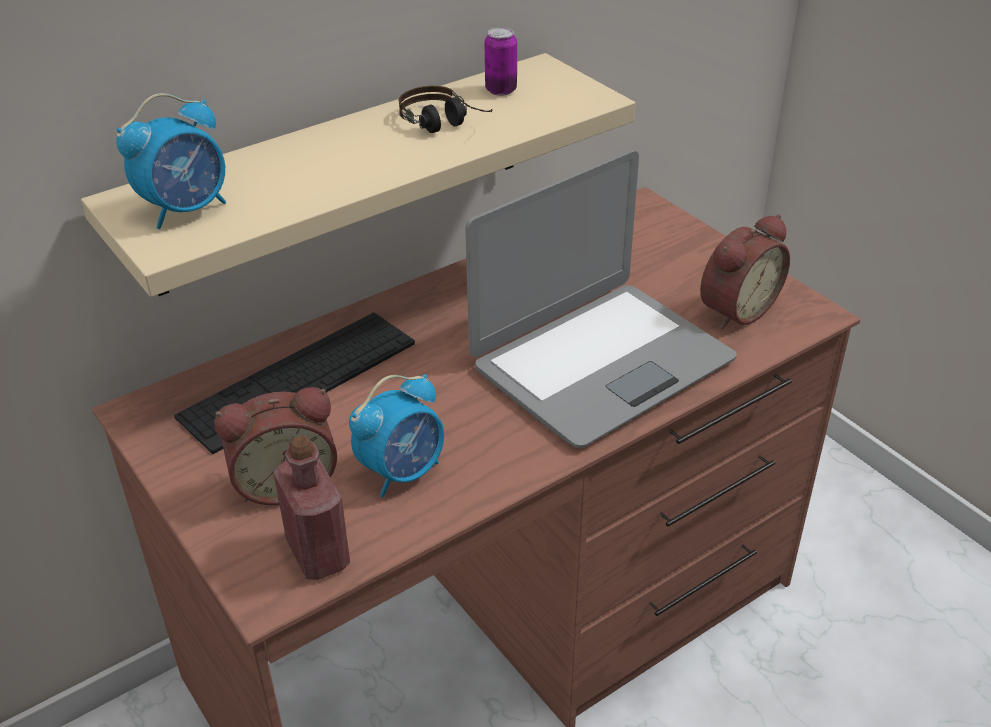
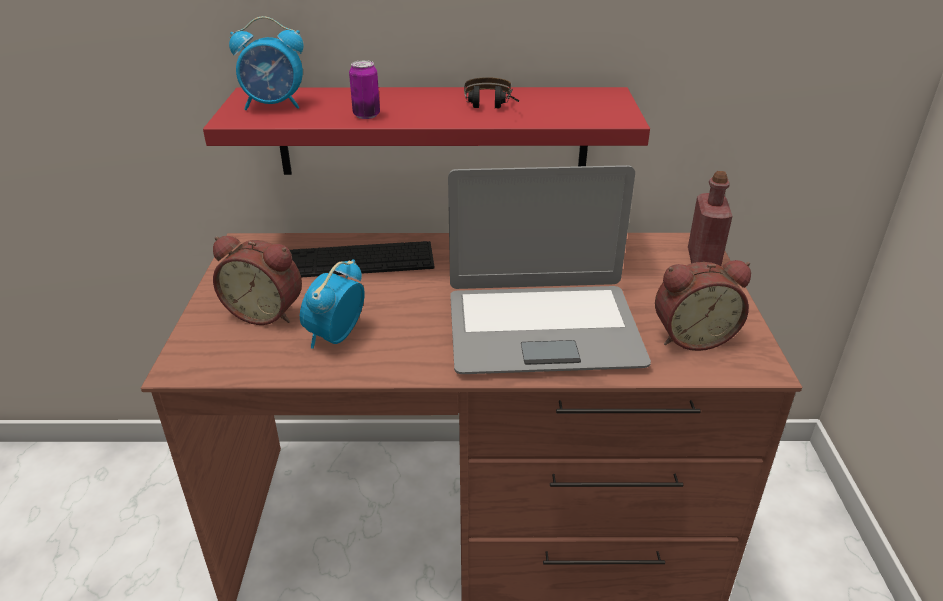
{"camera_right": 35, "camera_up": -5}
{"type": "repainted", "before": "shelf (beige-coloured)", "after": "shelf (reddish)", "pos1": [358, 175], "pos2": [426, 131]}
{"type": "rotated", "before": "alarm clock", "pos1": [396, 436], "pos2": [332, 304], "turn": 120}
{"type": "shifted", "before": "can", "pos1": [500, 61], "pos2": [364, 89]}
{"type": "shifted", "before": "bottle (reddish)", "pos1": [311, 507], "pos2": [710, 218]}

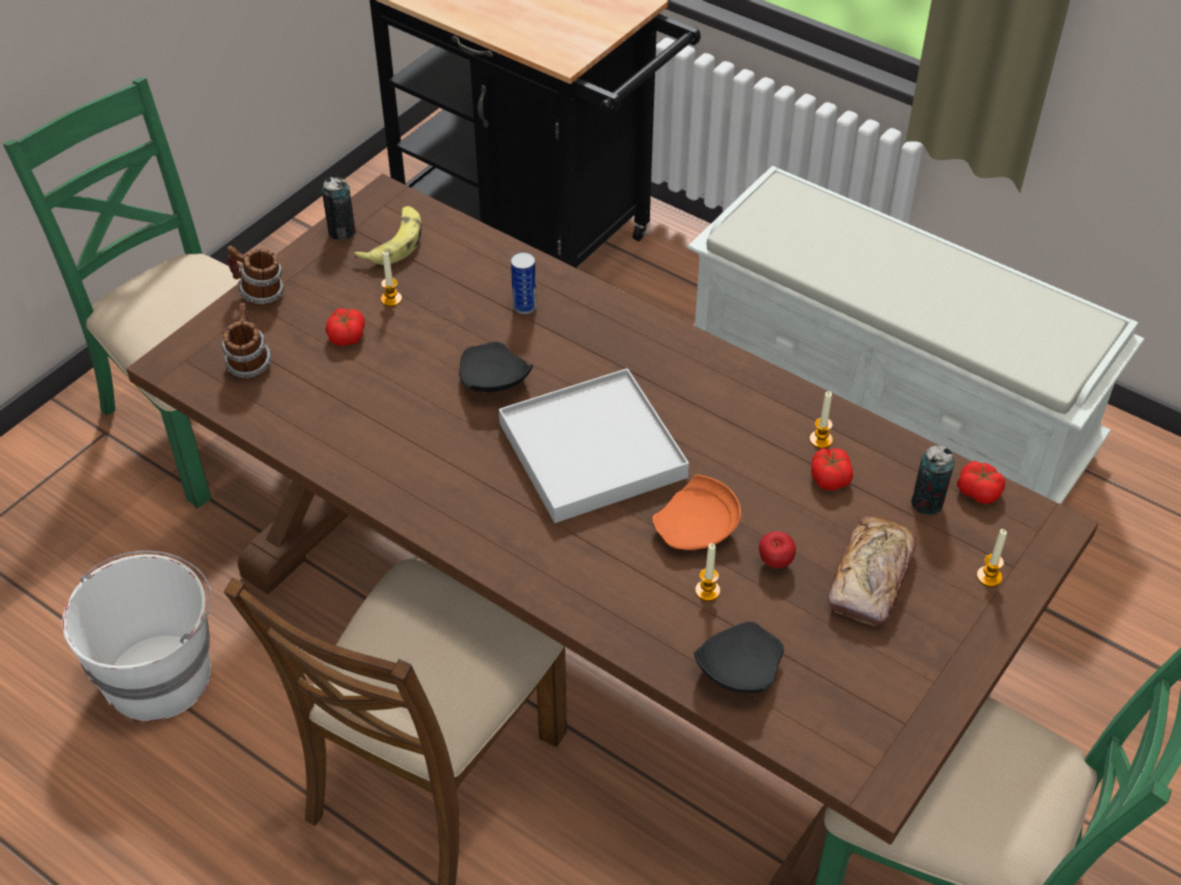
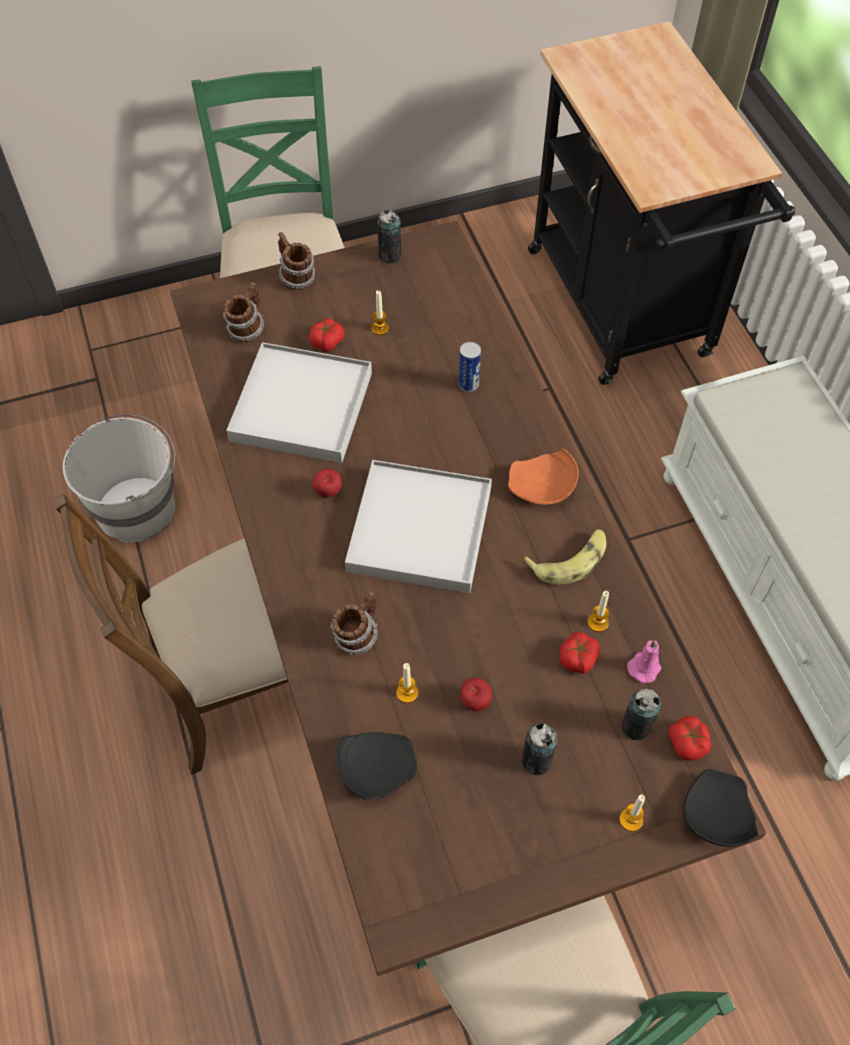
{"camera_right": 35, "camera_up": 10}
{"type": "new", "after": "carrying tray (white-coloured)", "pos2": [299, 402]}
{"type": "new", "after": "apple", "pos2": [327, 483]}
{"type": "new", "after": "tea mug", "pos2": [353, 623]}
{"type": "shifted", "before": "plate (orange)", "pos1": [696, 512], "pos2": [543, 477]}
{"type": "swapped", "before": "bakery bread", "after": "can", "pos1": [872, 571], "pos2": [539, 749]}
{"type": "shifted", "before": "banana", "pos1": [388, 235], "pos2": [565, 557]}
{"type": "new", "after": "wax candle (pink)", "pos2": [644, 661]}
{"type": "shifted", "before": "plate (blackish)", "pos1": [496, 367], "pos2": [721, 808]}

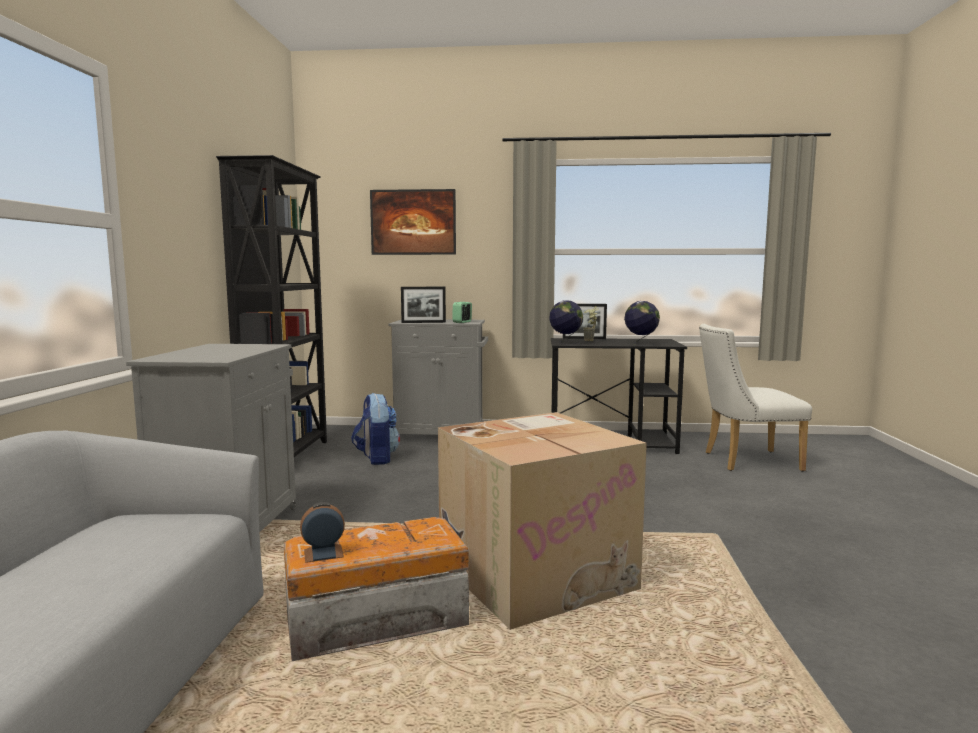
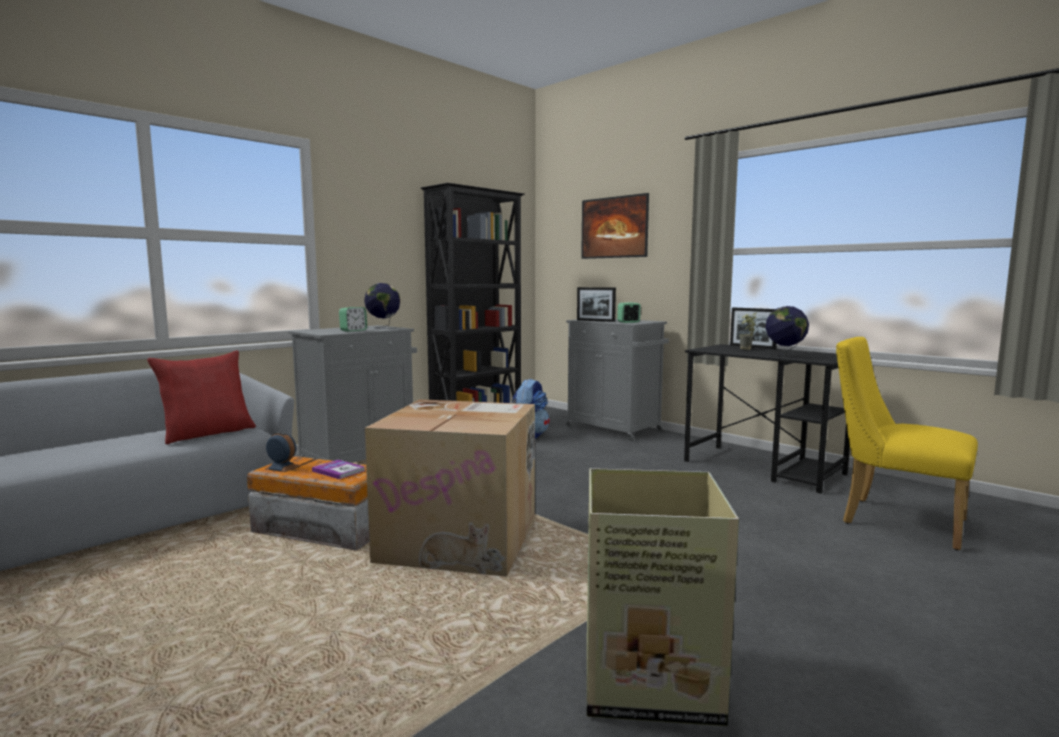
{"camera_right": 40, "camera_up": 0}
{"type": "new", "after": "pillow (reddish)", "pos2": [201, 397]}
{"type": "new", "after": "bound book", "pos2": [338, 469]}
{"type": "new", "after": "alarm clock", "pos2": [353, 319]}
{"type": "shifted", "before": "world globe", "pos1": [566, 322], "pos2": [382, 306]}
{"type": "new", "after": "carton", "pos2": [663, 597]}
{"type": "repainted", "before": "chair (white-coloured)", "after": "chair (yellow)", "pos1": [755, 397], "pos2": [907, 443]}

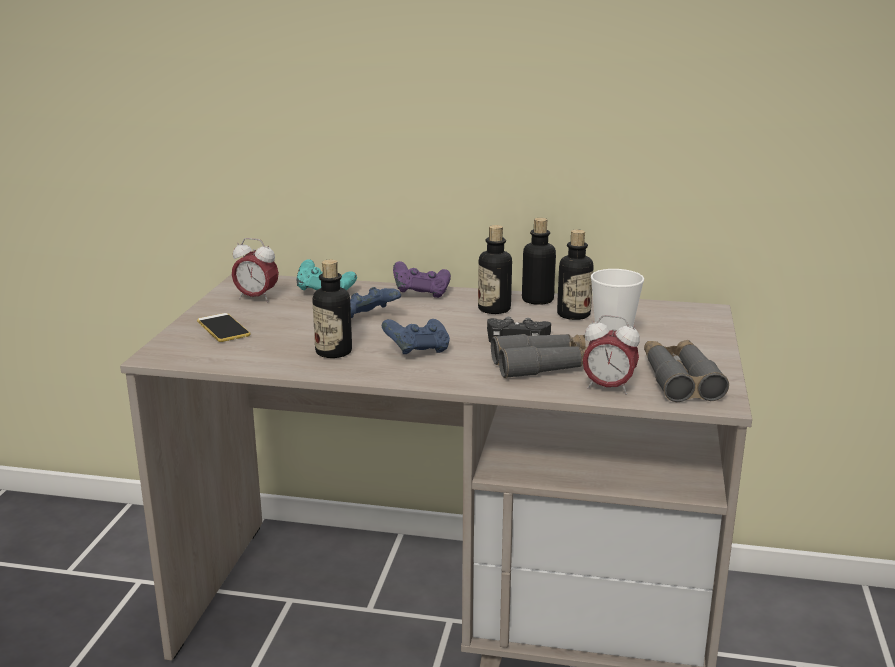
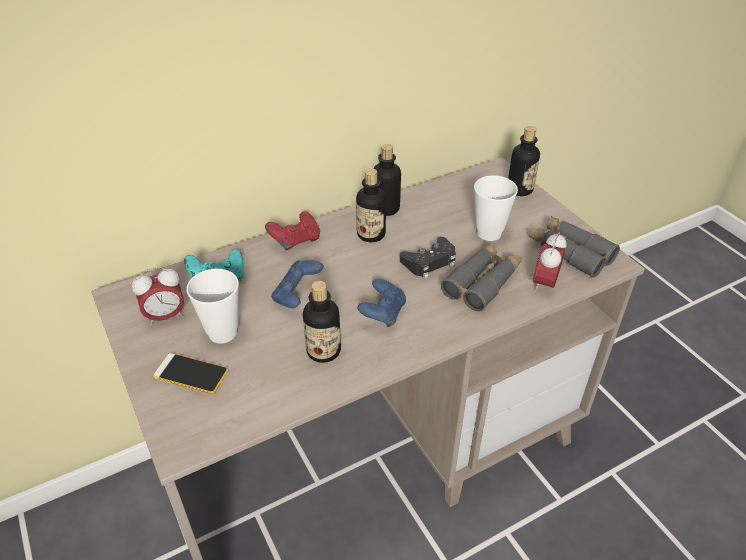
{"camera_right": -40, "camera_up": 20}
{"type": "new", "after": "small cup", "pos2": [213, 306]}
{"type": "repainted", "before": "game controller (purple-coloured)", "after": "game controller (reddish)", "pos1": [422, 279], "pos2": [292, 230]}
{"type": "shifted", "before": "bottle", "pos1": [575, 275], "pos2": [524, 161]}
{"type": "rotated", "before": "alarm clock", "pos1": [611, 355], "pos2": [550, 262], "turn": 135}

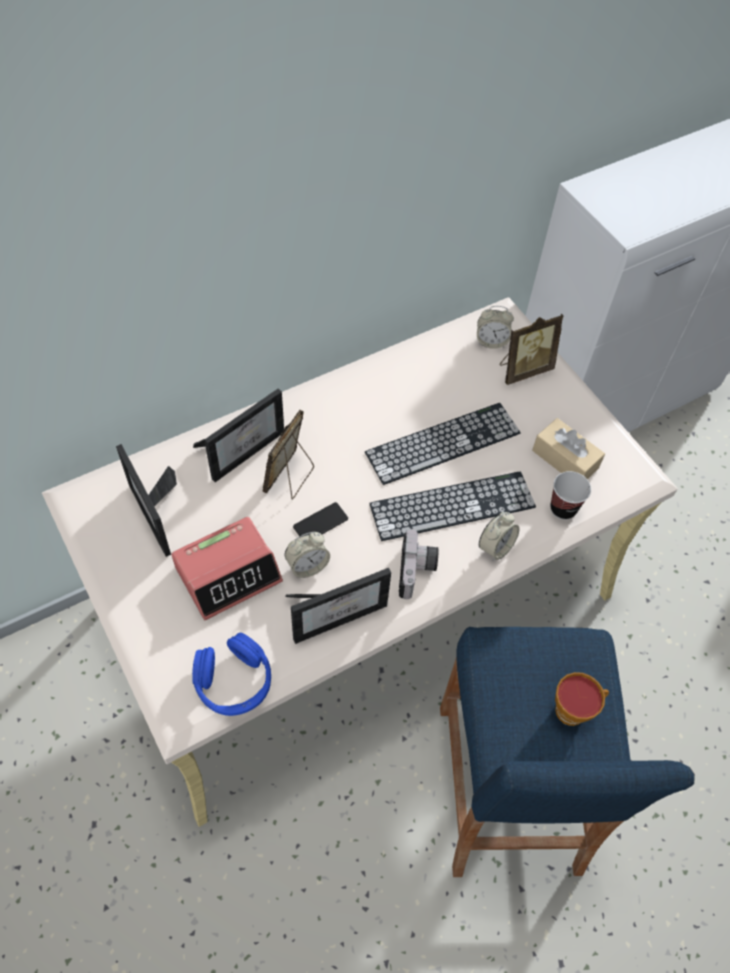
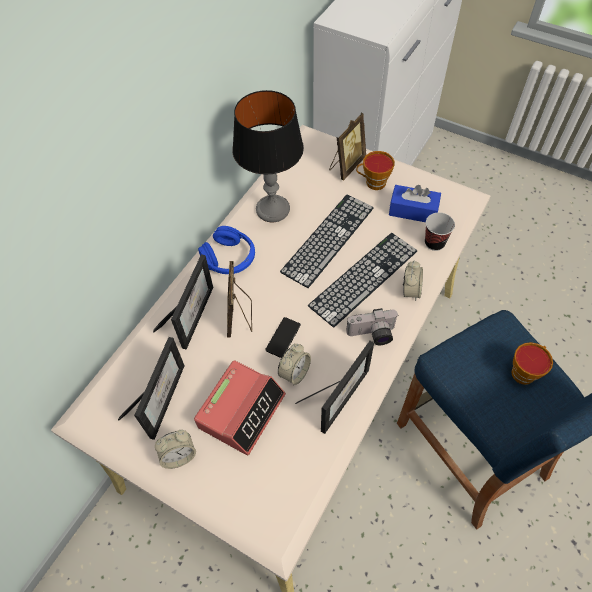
{"camera_right": -25, "camera_up": 0}
{"type": "rotated", "before": "photo frame", "pos1": [146, 500], "pos2": [151, 388], "turn": -105}
{"type": "shifted", "before": "alarm clock", "pos1": [495, 327], "pos2": [175, 449]}
{"type": "shifted", "before": "headset (bluish)", "pos1": [231, 674], "pos2": [226, 250]}
{"type": "new", "after": "table lamp", "pos2": [268, 156]}
{"type": "rotated", "before": "still camera", "pos1": [419, 564], "pos2": [372, 326], "turn": 105}
{"type": "new", "after": "small cup", "pos2": [375, 170]}
{"type": "repainted", "before": "box of tissues (beige-coloured)", "after": "box of tissues (bluish)", "pos1": [568, 448], "pos2": [415, 203]}

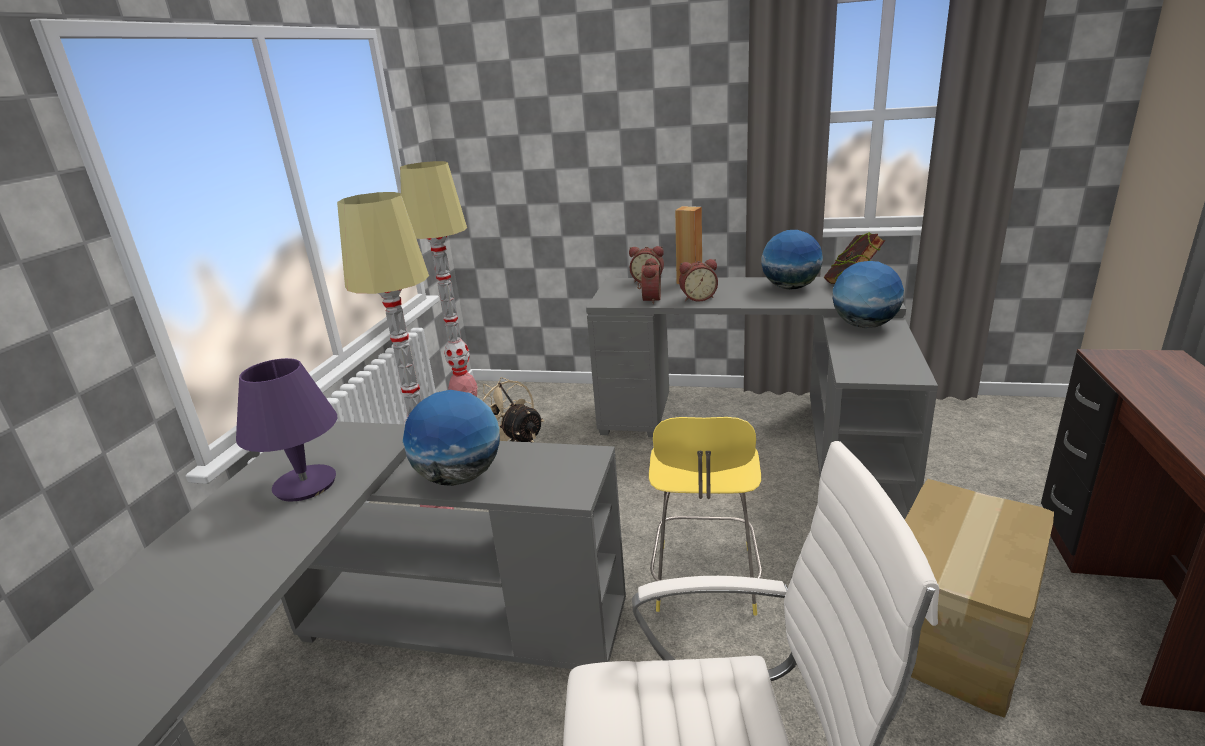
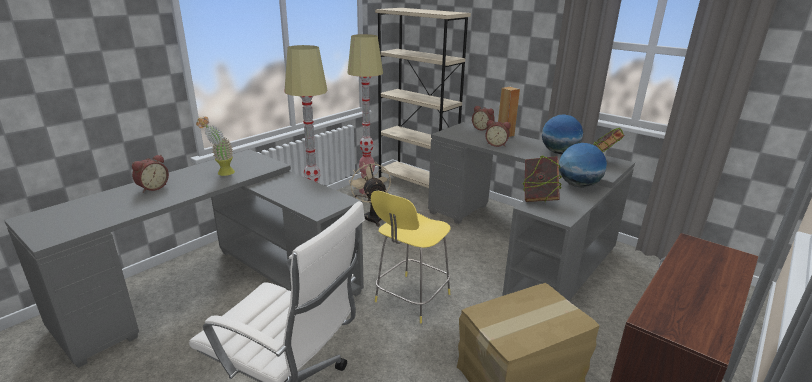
{"camera_right": 25, "camera_up": 0}
{"type": "shifted", "before": "alarm clock", "pos1": [649, 280], "pos2": [150, 174]}
{"type": "swapped", "before": "table lamp (purple-coloured)", "after": "plant in a pot", "pos1": [286, 430], "pos2": [215, 146]}
{"type": "new", "after": "bookcase (beige-coloured)", "pos2": [423, 98]}
{"type": "new", "after": "bound book", "pos2": [542, 179]}
{"type": "gone", "before": "world globe", "pos1": [451, 438]}

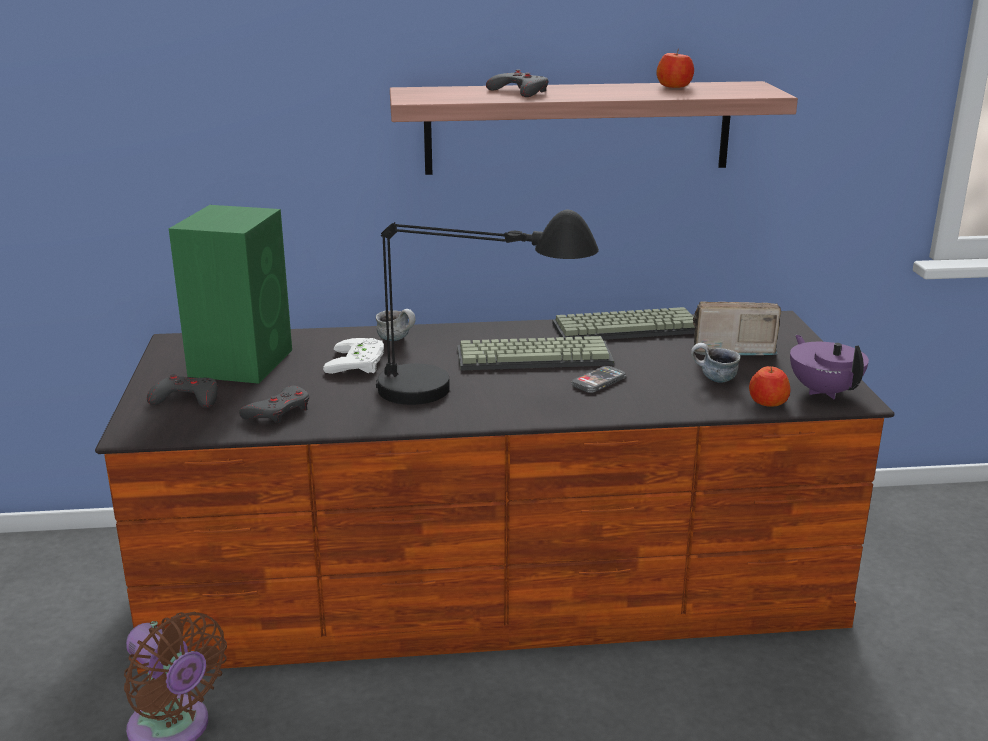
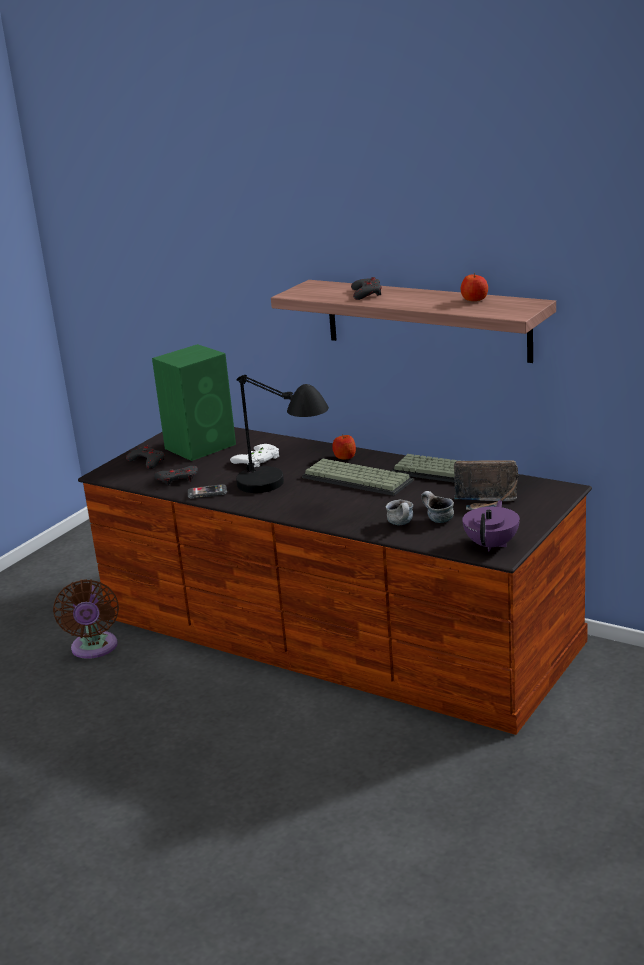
{"camera_right": 40, "camera_up": 0}
{"type": "shifted", "before": "telephone", "pos1": [598, 379], "pos2": [207, 491]}
{"type": "shifted", "before": "apple", "pos1": [769, 386], "pos2": [344, 447]}
{"type": "shifted", "before": "tea mug", "pos1": [396, 325], "pos2": [399, 513]}
{"type": "rotated", "before": "radio set", "pos1": [737, 328], "pos2": [486, 485], "turn": 150}

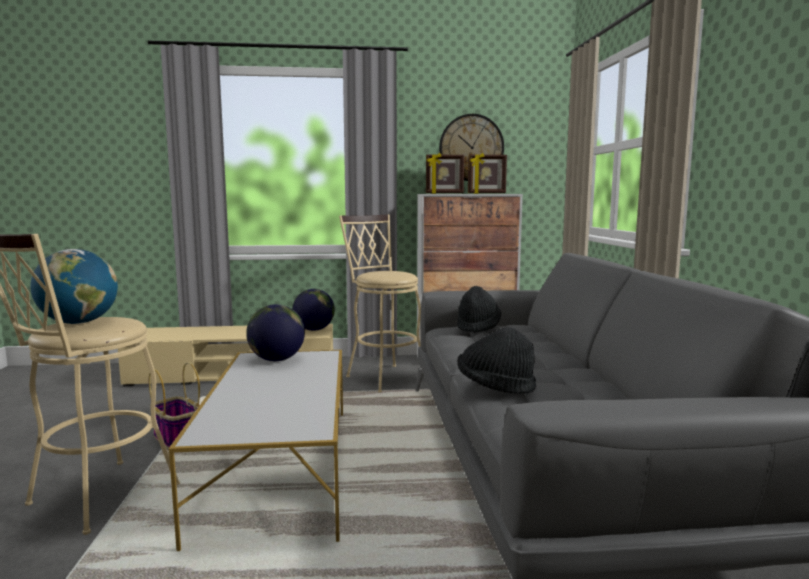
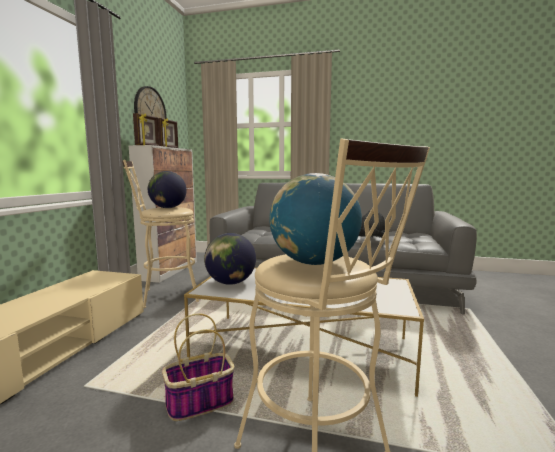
{"camera_right": -70, "camera_up": 0}
{"type": "shifted", "before": "world globe", "pos1": [313, 310], "pos2": [167, 189]}
{"type": "gone", "before": "clothing hat (blackish)", "pos1": [479, 309]}

